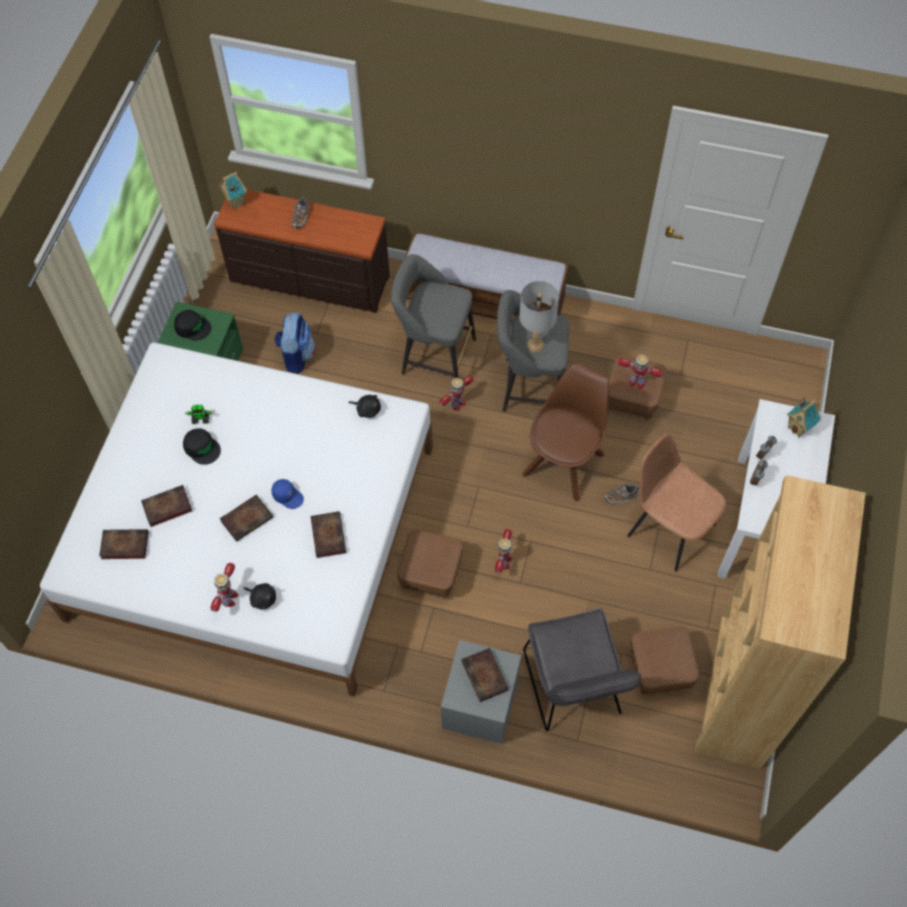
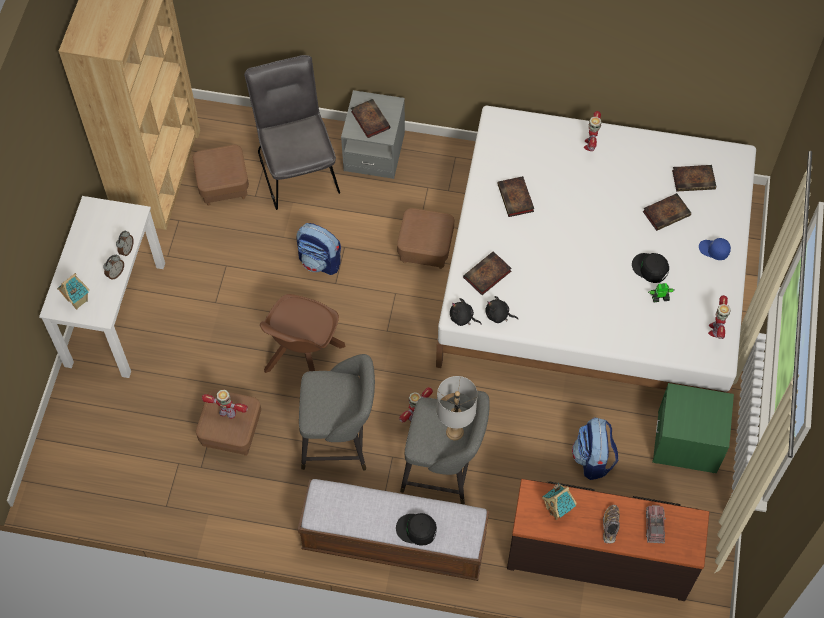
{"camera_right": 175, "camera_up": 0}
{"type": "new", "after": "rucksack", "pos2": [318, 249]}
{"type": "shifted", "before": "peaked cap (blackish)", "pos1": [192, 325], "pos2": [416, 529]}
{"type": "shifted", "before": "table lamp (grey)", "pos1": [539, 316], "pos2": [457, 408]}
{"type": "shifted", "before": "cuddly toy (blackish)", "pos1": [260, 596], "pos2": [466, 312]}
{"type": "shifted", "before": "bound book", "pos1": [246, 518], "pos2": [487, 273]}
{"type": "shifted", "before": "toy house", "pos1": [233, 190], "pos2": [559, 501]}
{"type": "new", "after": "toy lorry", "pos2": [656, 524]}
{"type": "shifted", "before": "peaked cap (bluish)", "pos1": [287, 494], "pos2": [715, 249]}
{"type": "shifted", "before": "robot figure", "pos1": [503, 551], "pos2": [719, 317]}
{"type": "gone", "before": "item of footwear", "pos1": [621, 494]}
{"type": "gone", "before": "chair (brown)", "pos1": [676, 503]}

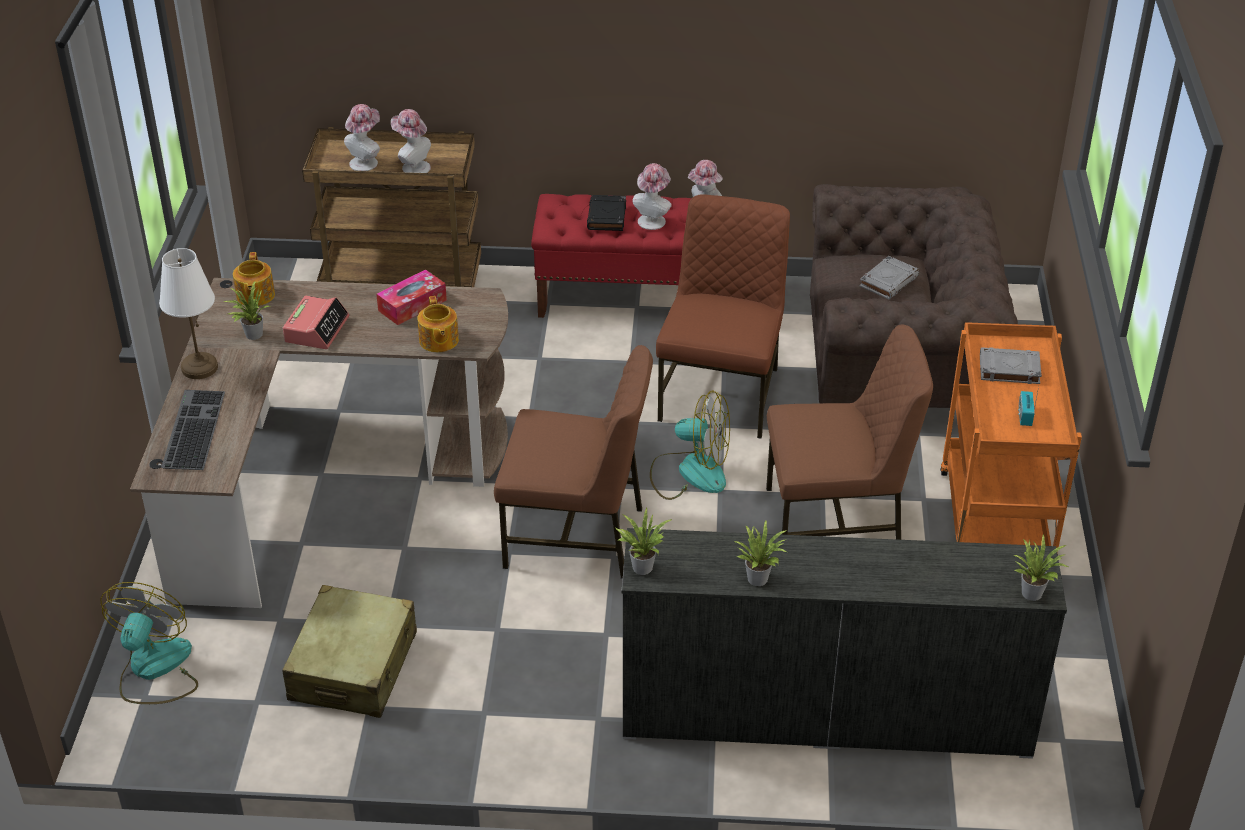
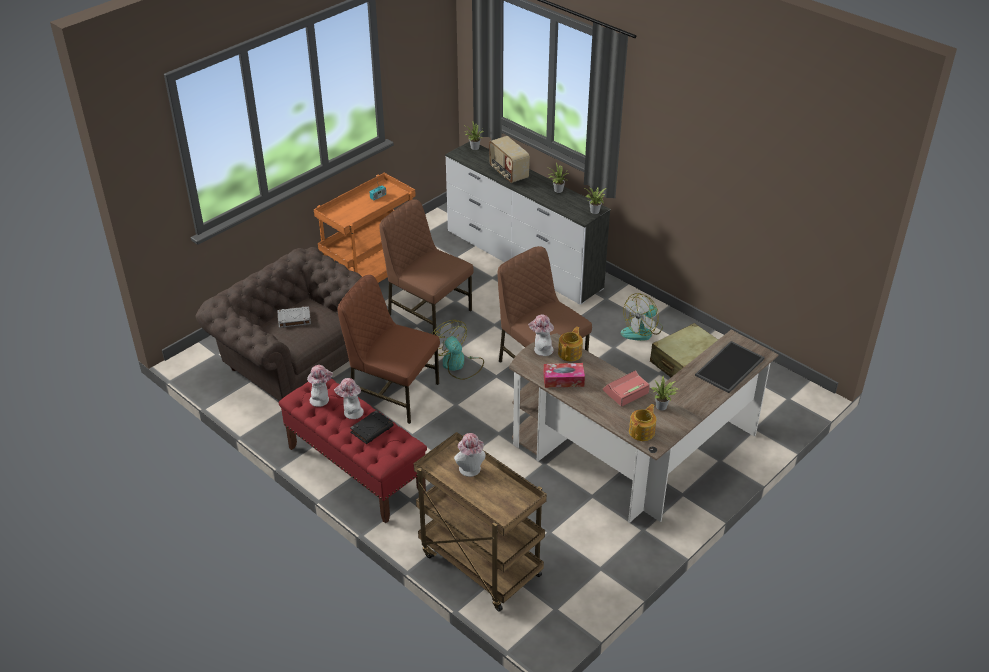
{"camera_right": -140, "camera_up": 0}
{"type": "rotated", "before": "chair (brown)", "pos1": [723, 316], "pos2": [389, 349], "turn": 60}
{"type": "new", "after": "radio set", "pos2": [509, 159]}
{"type": "shifted", "before": "clothing hat", "pos1": [362, 137], "pos2": [541, 335]}
{"type": "shifted", "before": "electric fan", "pos1": [149, 643], "pos2": [642, 317]}
{"type": "swapped", "before": "computer keyboard", "after": "carrying tray", "pos1": [193, 430], "pos2": [730, 367]}
{"type": "gone", "before": "table lamp (white-coloured)", "pos1": [188, 313]}
{"type": "gone", "before": "bound book (grey)", "pos1": [1011, 365]}

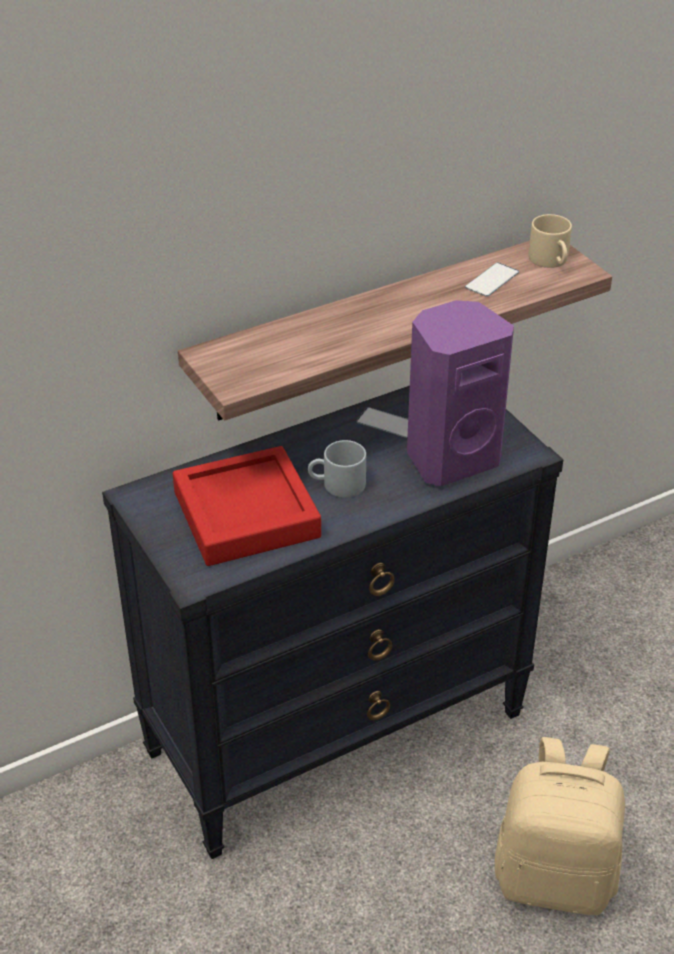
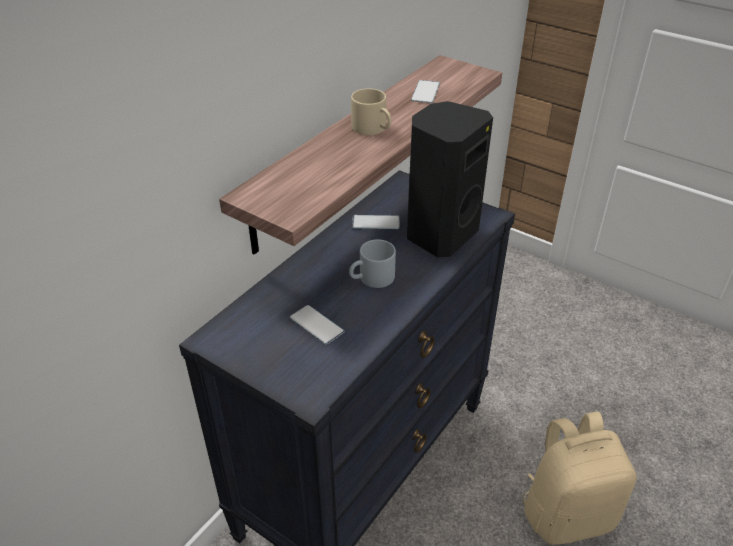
{"camera_right": -25, "camera_up": 0}
{"type": "swapped", "before": "carrying tray (reddish)", "after": "telephone", "pos1": [247, 506], "pos2": [317, 325]}
{"type": "shifted", "before": "tea mug (beige-coloured)", "pos1": [550, 241], "pos2": [371, 111]}
{"type": "repainted", "before": "loudspeaker (purple-coloured)", "after": "loudspeaker (blackish)", "pos1": [460, 393], "pos2": [450, 179]}

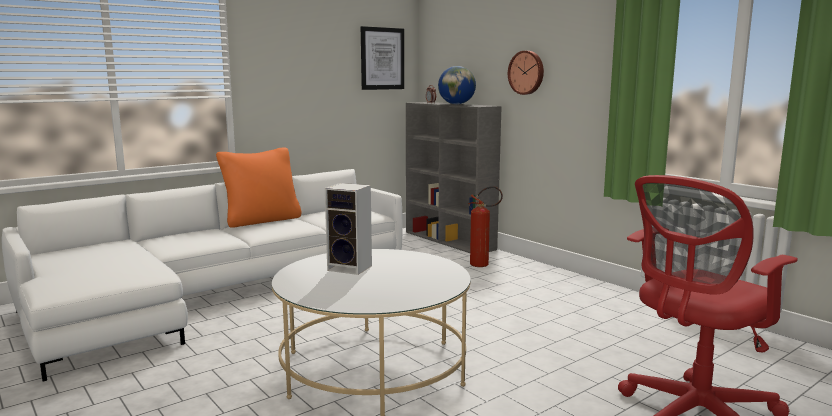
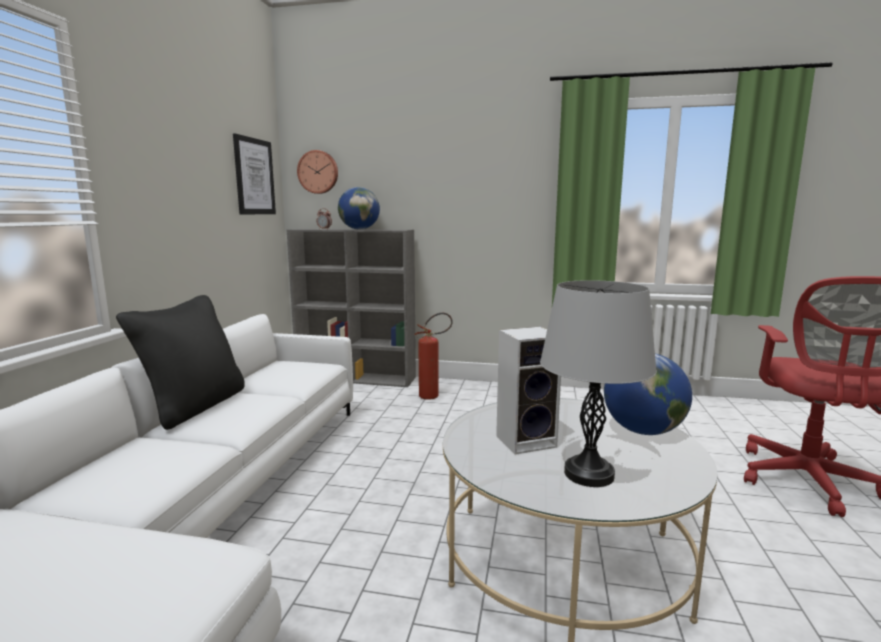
{"camera_right": -40, "camera_up": 0}
{"type": "repainted", "before": "pillow (orange)", "after": "pillow (blackish)", "pos1": [258, 187], "pos2": [180, 362]}
{"type": "shifted", "before": "hanging clock", "pos1": [526, 73], "pos2": [317, 172]}
{"type": "new", "after": "table lamp (grey)", "pos2": [598, 383]}
{"type": "new", "after": "world globe", "pos2": [648, 394]}

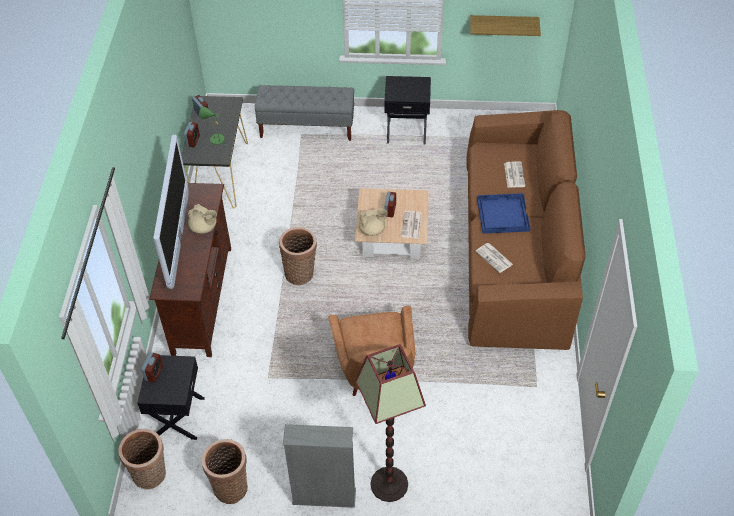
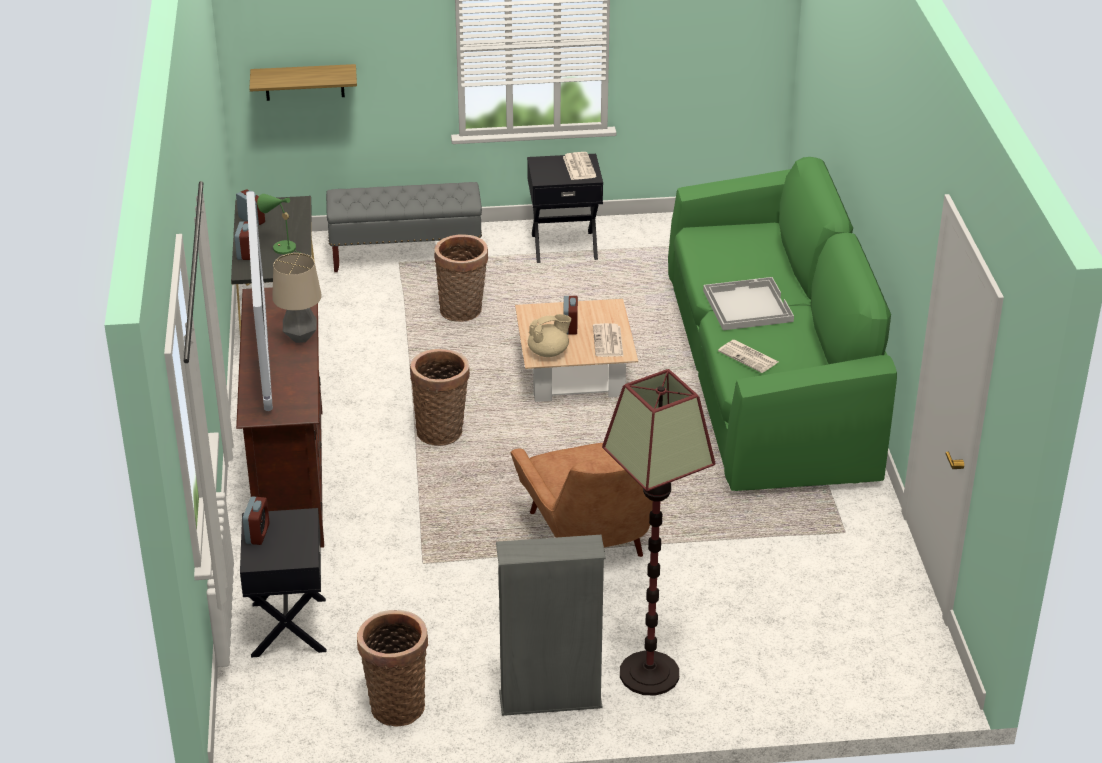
{"camera_right": -10, "camera_up": -15}
{"type": "shifted", "before": "shelf", "pos1": [505, 25], "pos2": [303, 82]}
{"type": "swapped", "before": "pot for tea (beige-coloured)", "after": "table lamp", "pos1": [202, 219], "pos2": [297, 298]}
{"type": "shifted", "before": "household basket", "pos1": [142, 459], "pos2": [461, 278]}
{"type": "shifted", "before": "printed paper", "pos1": [514, 174], "pos2": [580, 166]}
{"type": "repainted", "before": "sofa (brown)", "after": "sofa (green-coloured)", "pos1": [526, 230], "pos2": [782, 324]}
{"type": "repainted", "before": "carrying tray (bluish)", "after": "carrying tray (white-coloured)", "pos1": [504, 213], "pos2": [748, 303]}

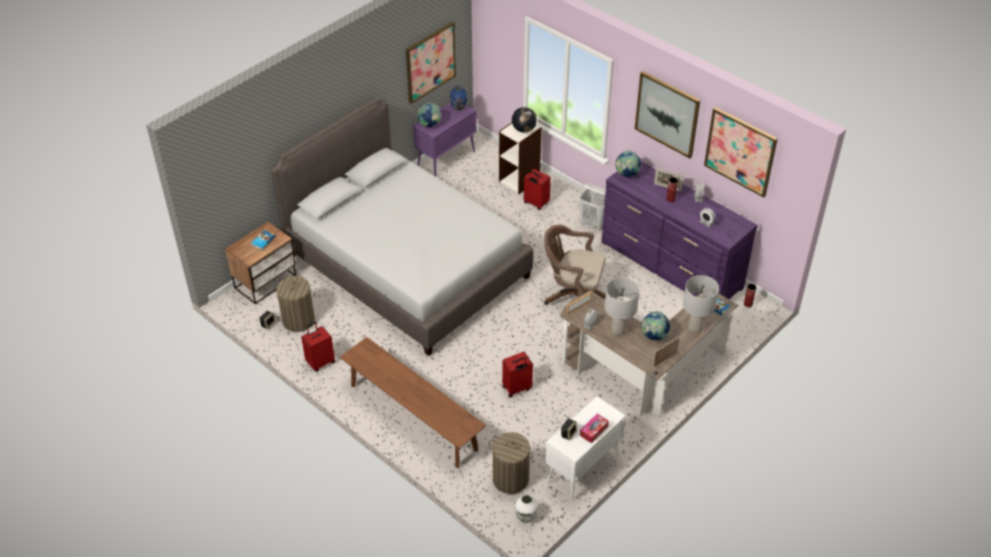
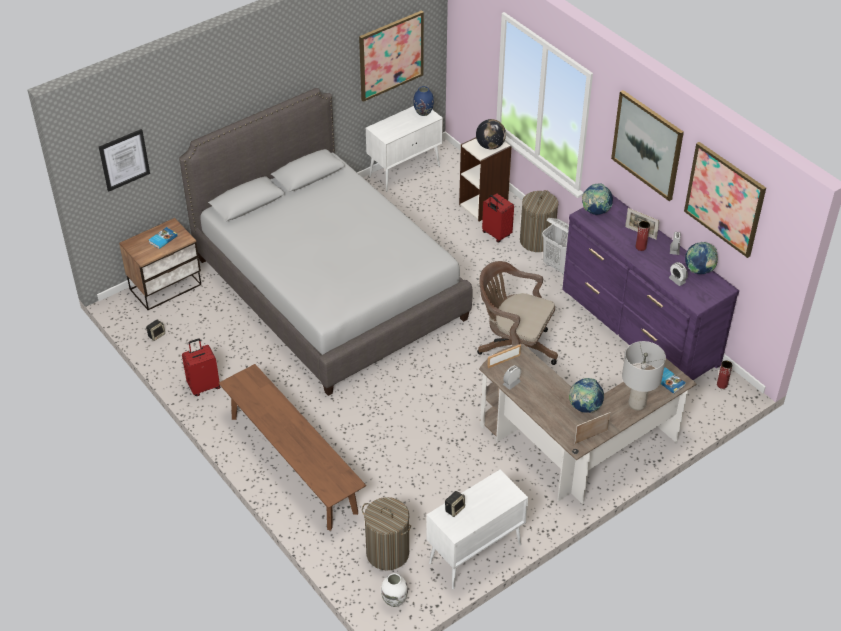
{"camera_right": 10, "camera_up": 0}
{"type": "new", "after": "wall picture", "pos2": [124, 160]}
{"type": "repainted", "before": "cupboard (purple-coloured)", "after": "cupboard (white-coloured)", "pos1": [445, 139], "pos2": [404, 149]}
{"type": "shifted", "before": "hamper", "pos1": [295, 303], "pos2": [539, 221]}
{"type": "shifted", "before": "world globe", "pos1": [429, 115], "pos2": [701, 258]}
{"type": "gone", "before": "suitcase (reddish)", "pos1": [517, 375]}
{"type": "gone", "before": "box of tissues", "pos1": [594, 428]}
{"type": "gone", "before": "table lamp (grey)", "pos1": [621, 307]}

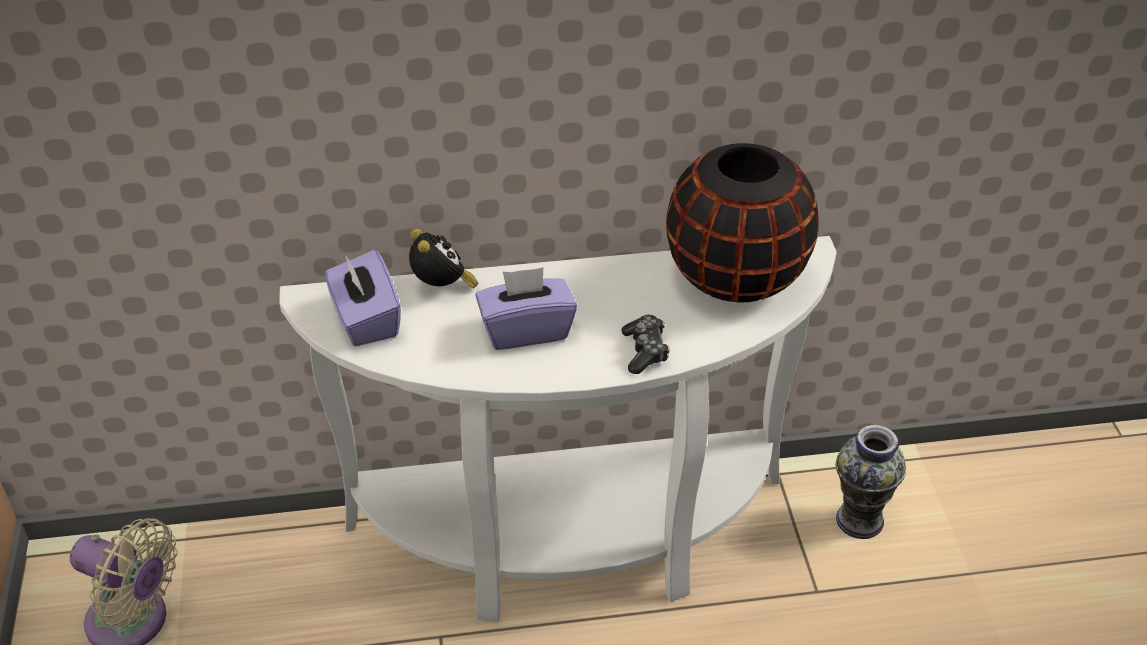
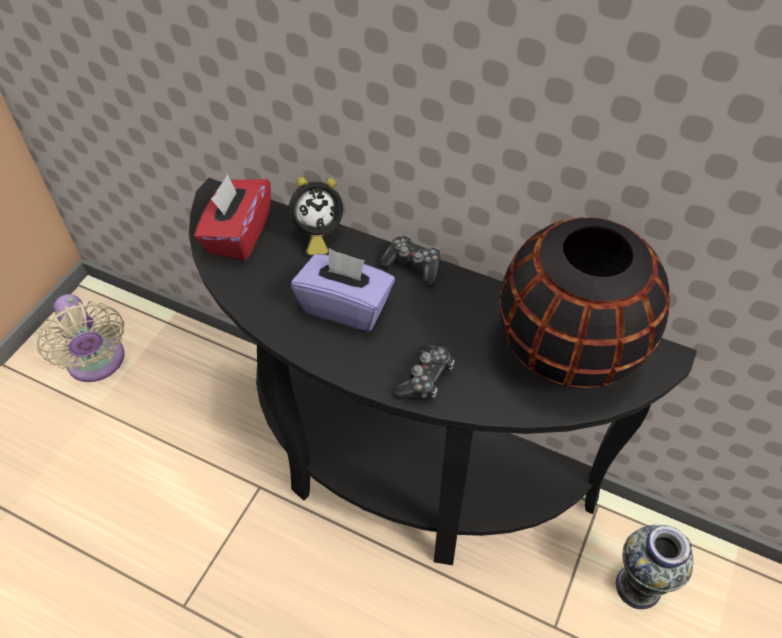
{"camera_right": 35, "camera_up": 10}
{"type": "repainted", "before": "console table (white-coloured)", "after": "console table (blackish)", "pos1": [557, 429], "pos2": [443, 371]}
{"type": "repainted", "before": "box of tissues (purple-coloured)", "after": "box of tissues (reddish)", "pos1": [363, 298], "pos2": [232, 217]}
{"type": "rotated", "before": "alarm clock", "pos1": [443, 258], "pos2": [316, 216], "turn": 60}
{"type": "new", "after": "game controller", "pos2": [409, 261]}

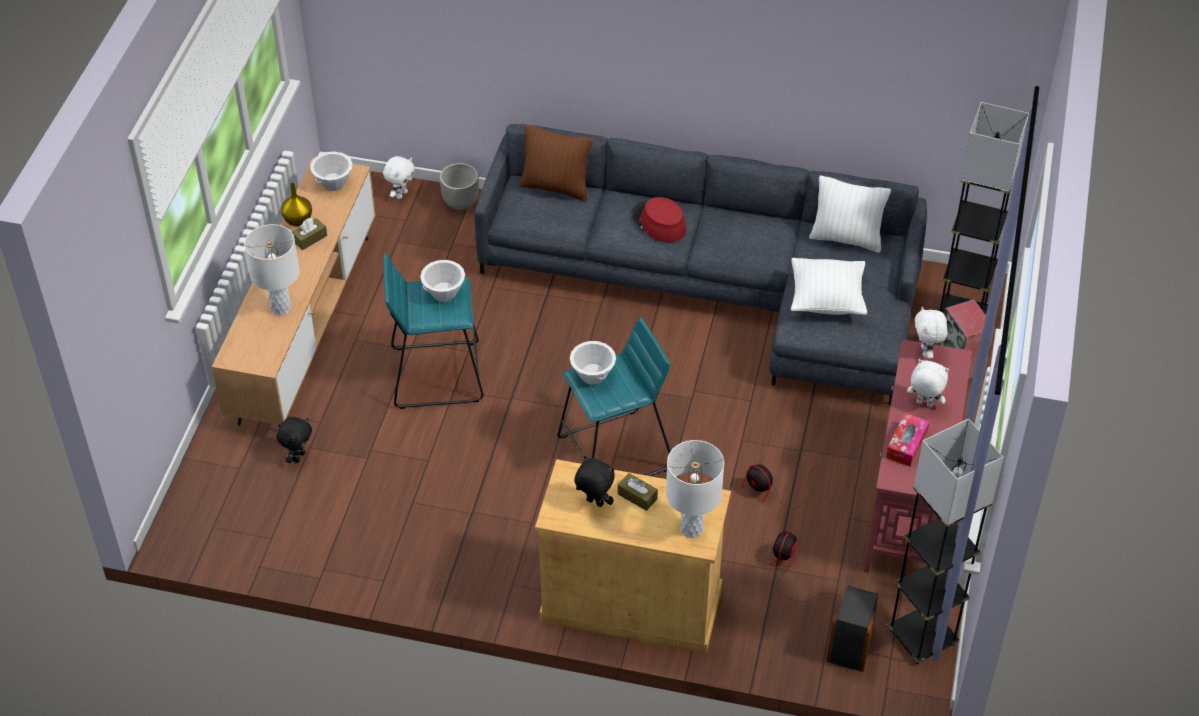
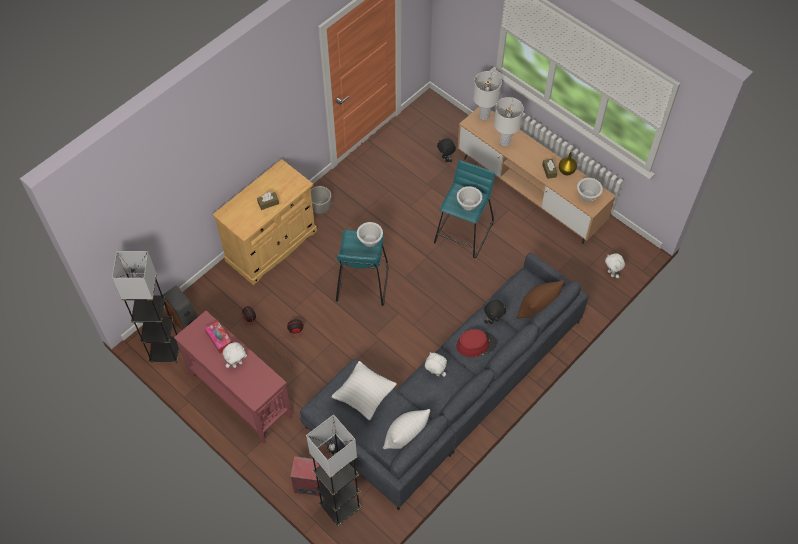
{"camera_right": 120, "camera_up": 10}
{"type": "shifted", "before": "flower pot", "pos1": [459, 186], "pos2": [321, 200]}
{"type": "shifted", "before": "cuddly toy (white-coloured)", "pos1": [931, 332], "pos2": [436, 364]}
{"type": "shifted", "before": "table lamp (white-coloured)", "pos1": [695, 489], "pos2": [487, 95]}
{"type": "shifted", "before": "cuddly toy (blackish)", "pos1": [594, 481], "pos2": [495, 312]}

